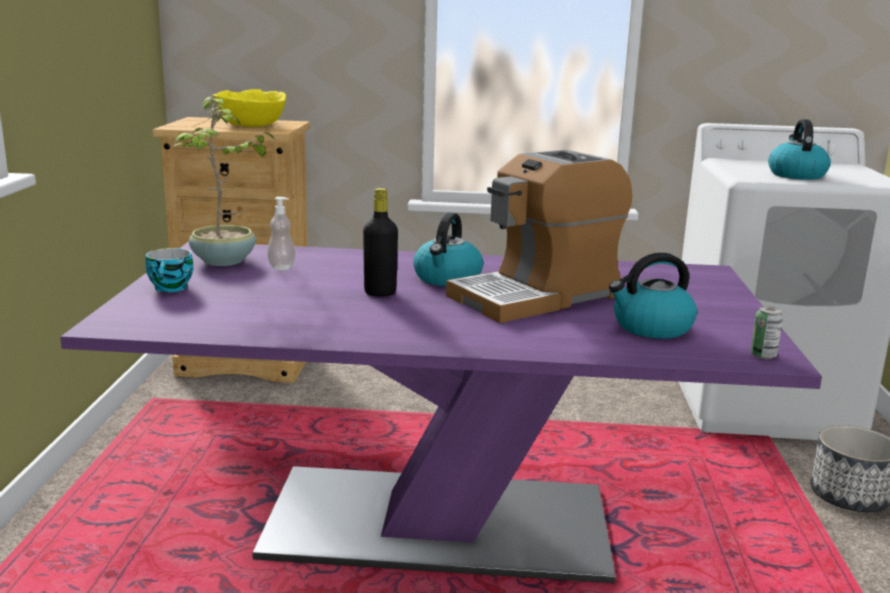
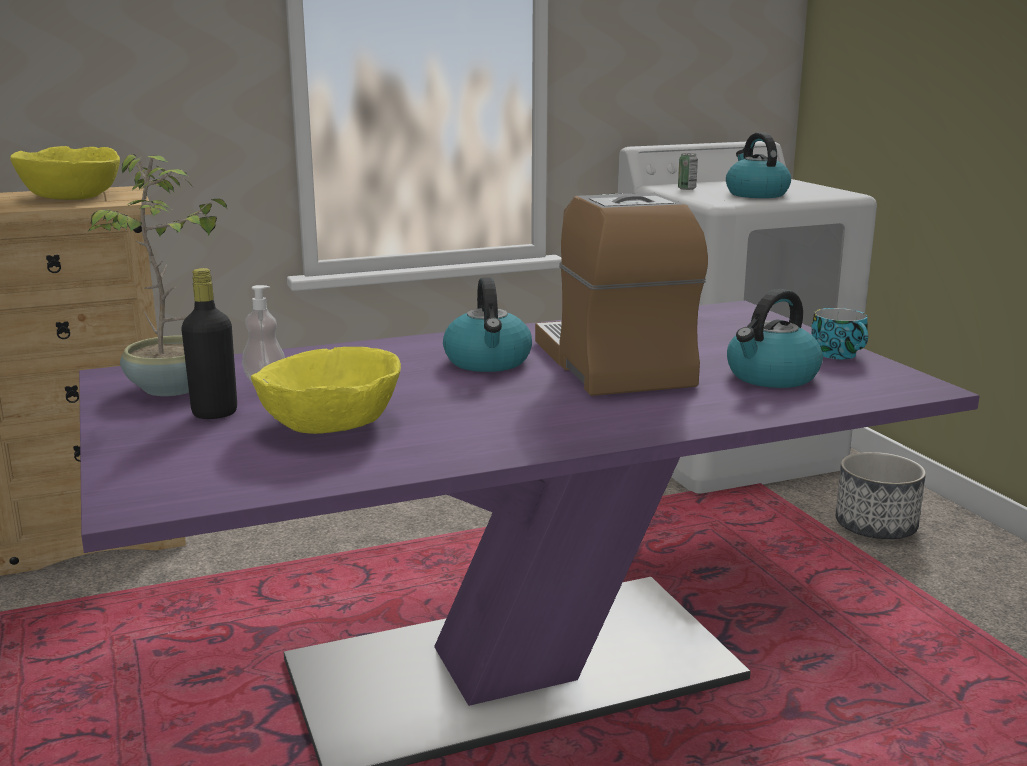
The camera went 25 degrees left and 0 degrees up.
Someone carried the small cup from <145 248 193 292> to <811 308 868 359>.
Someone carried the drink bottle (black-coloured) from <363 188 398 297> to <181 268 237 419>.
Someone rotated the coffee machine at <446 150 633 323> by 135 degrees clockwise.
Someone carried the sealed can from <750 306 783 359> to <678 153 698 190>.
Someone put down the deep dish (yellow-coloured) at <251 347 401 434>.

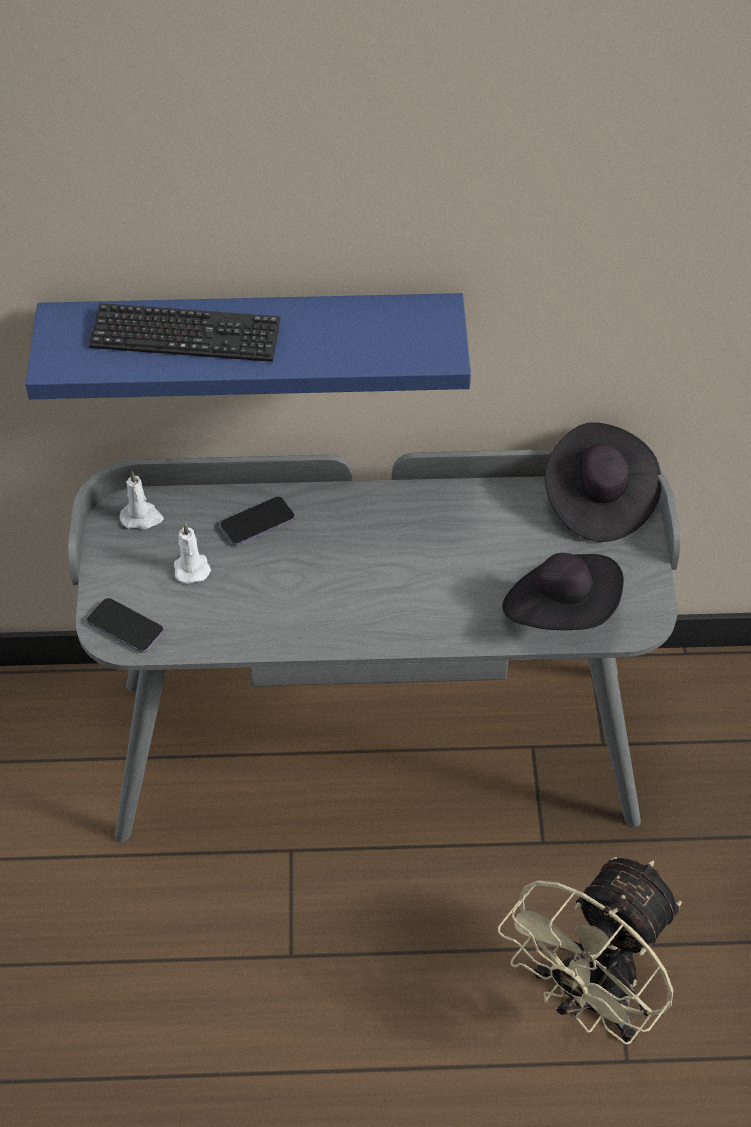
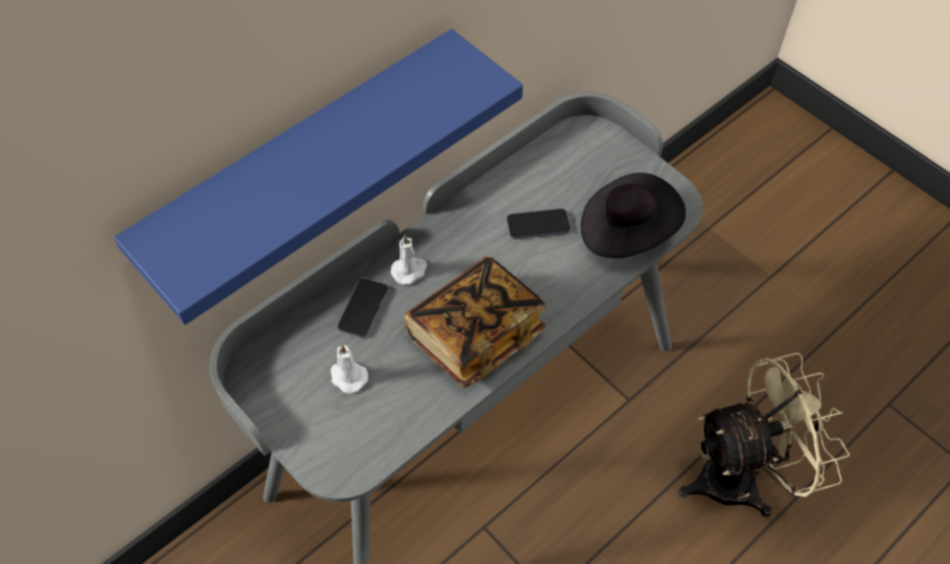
The camera went 40 degrees left and 5 degrees up.
Someone carried the telephone from <87 598 164 653> to <507 209 570 239>.
Someone took away the computer keyboard at <88 303 281 362>.
Someone carried the candle (whitish) from <120 471 164 529> to <391 234 427 284>.
Someone rotated the electric fan (beige) at <498 857 682 1044> by 105 degrees counterclockwise.
Someone took away the clothing hat (black-coloured) at <545 422 661 542>.
Someone put down the bound book at <404 257 546 387>.

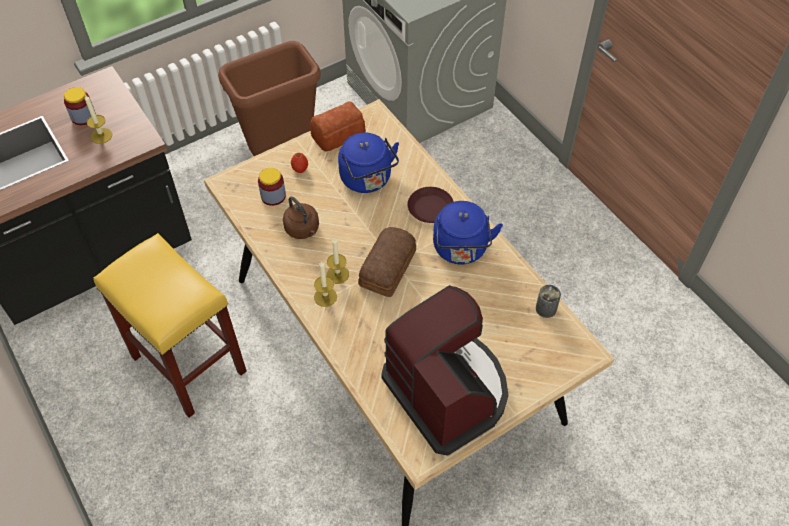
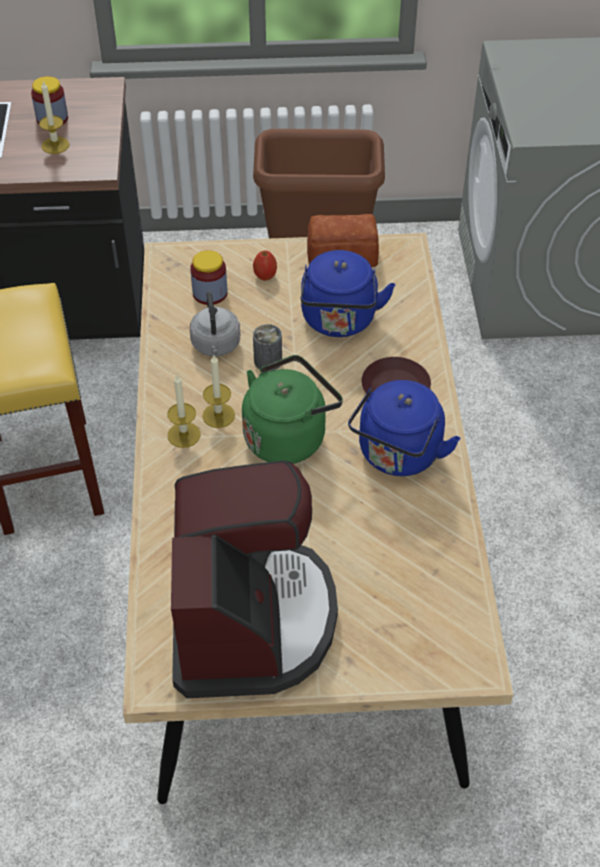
The camera went 30 degrees right and 5 degrees down.
Someone repainted the kettle (brown-coloured) at <283 196 319 239>, which became the kettle (greyish) at <190 291 240 356>.
Someone swapped the baked bread at <358 227 416 297> for the kettle (green-coloured) at <242 355 343 464>.
Someone carried the sealed can from <536 285 561 318> to <253 324 282 371>.

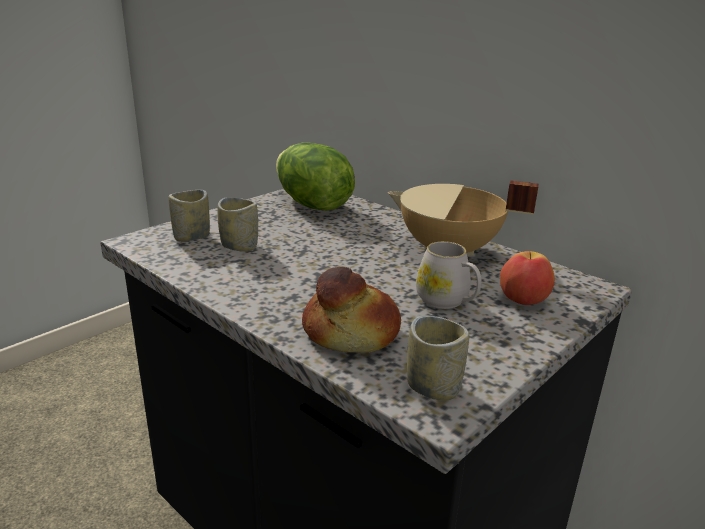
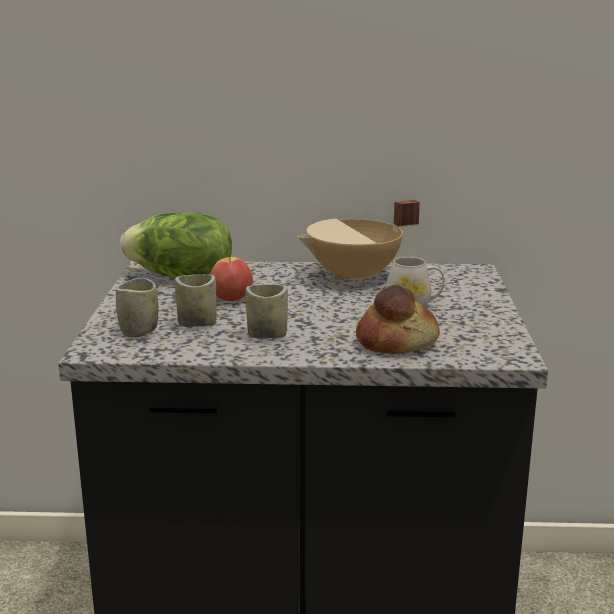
The camera went 40 degrees left and 5 degrees down.
Someone carried the small cup from <407 316 469 401> to <246 284 288 338>.
Someone carried the apple from <500 251 555 305> to <210 257 253 301>.

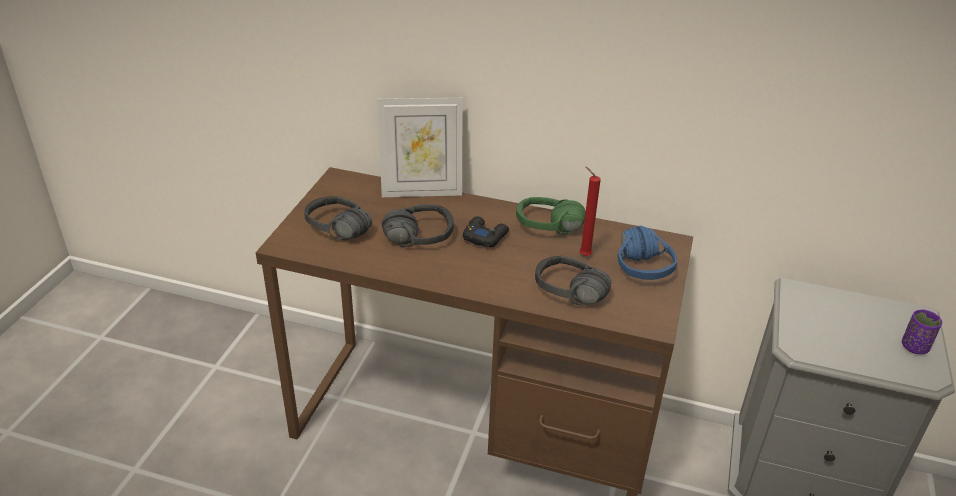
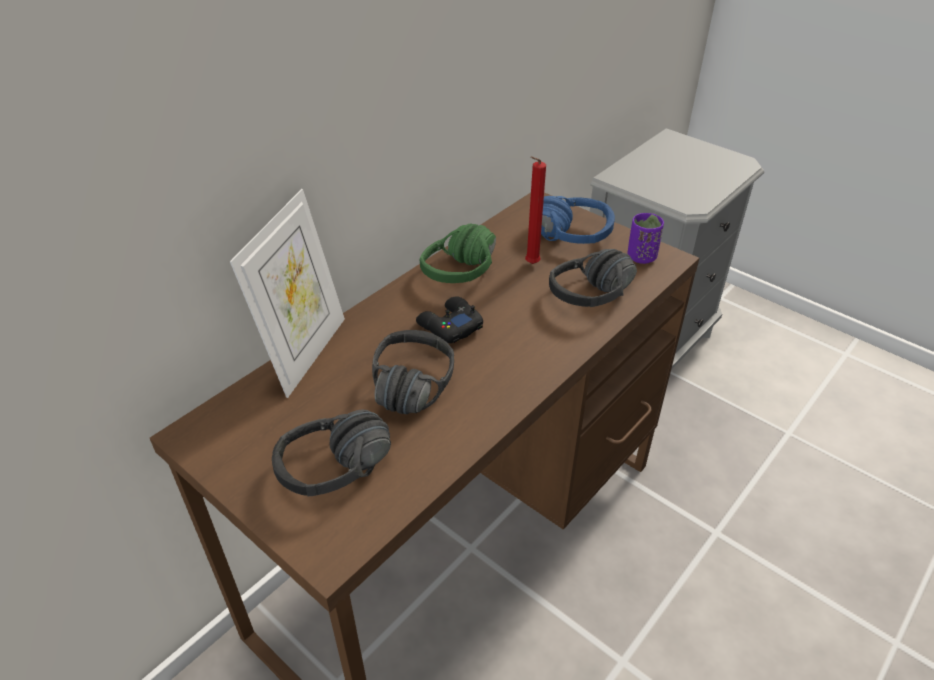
The camera went 65 degrees left and 5 degrees up.
Someone carried the small cup (purplish) from <902 309 942 354> to <627 213 664 264>.

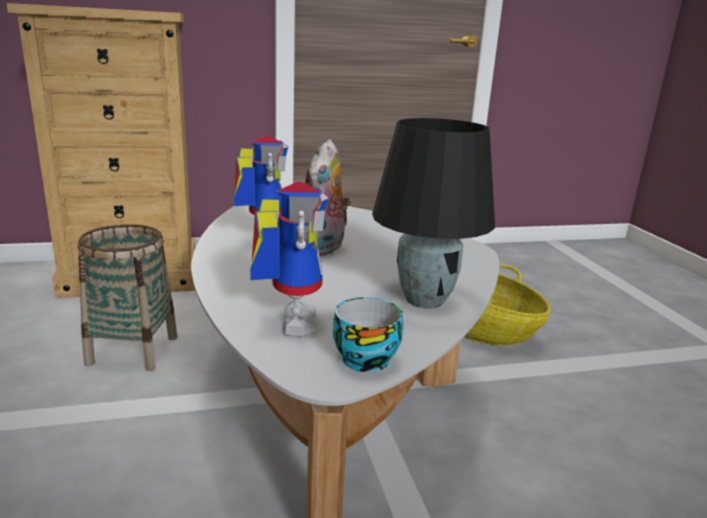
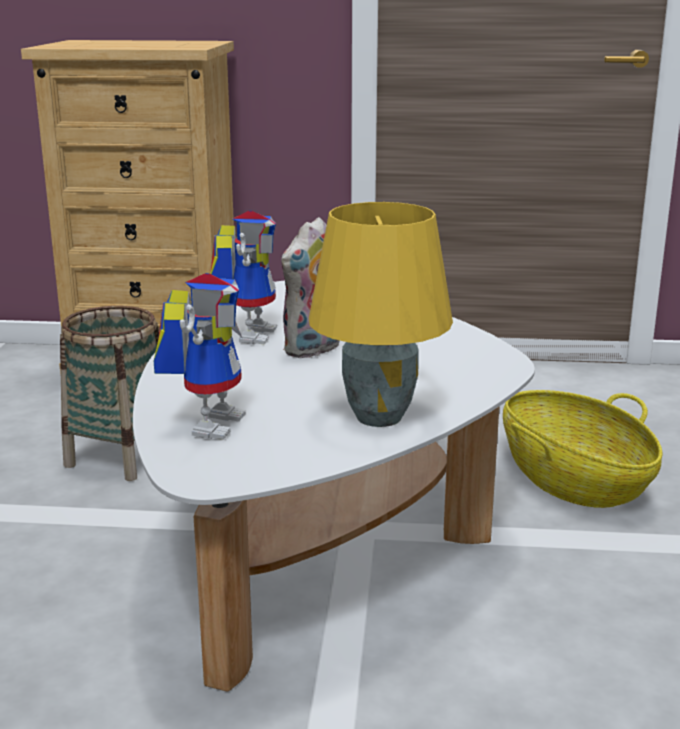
The camera went 20 degrees right and 0 degrees up.
Someone took away the small cup at <333 297 403 372>.
Someone repainted the tabletop lamp (black-coloured) at <372 118 495 308>, which became the tabletop lamp (yellow-coloured) at <309 202 453 427>.

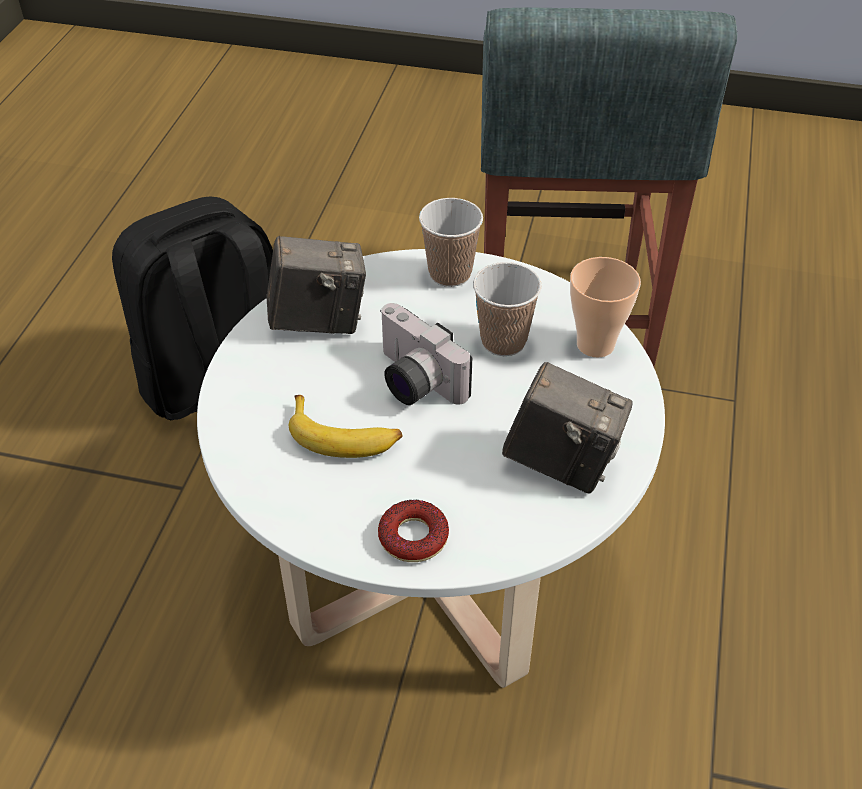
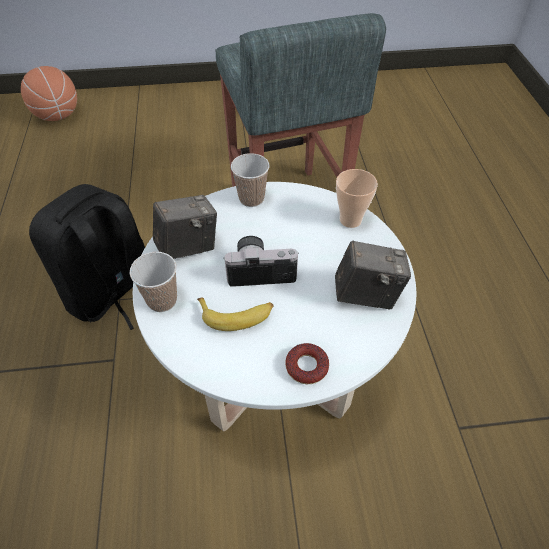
The camera went 20 degrees left and 5 degrees up.
Someone rotated the photo camera at <380 303 472 405> by 150 degrees clockwise.
Someone carried the small cup from <473 262 542 356> to <130 252 177 312>.
Someone put down the ball for basketball at <21 66 77 121>.

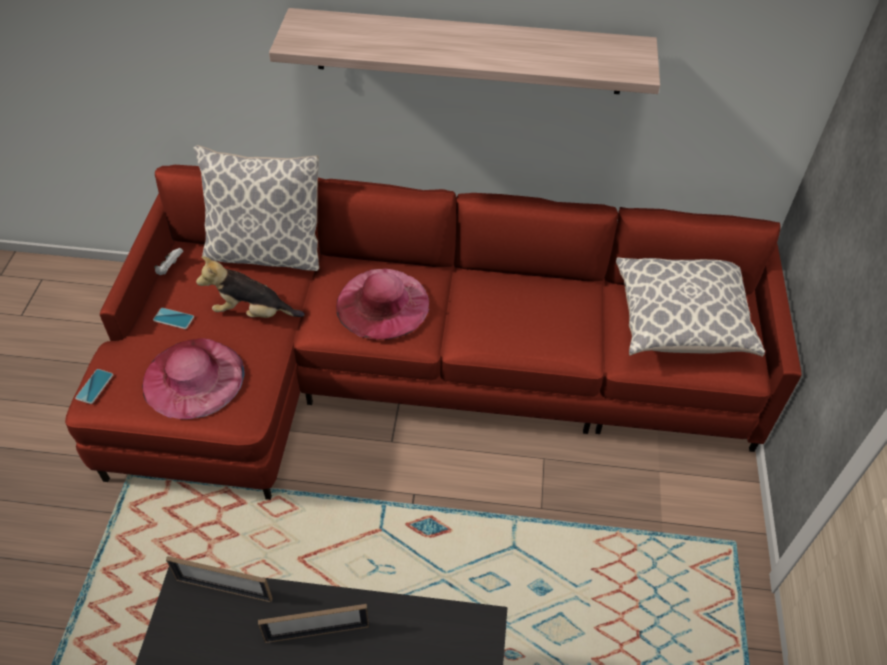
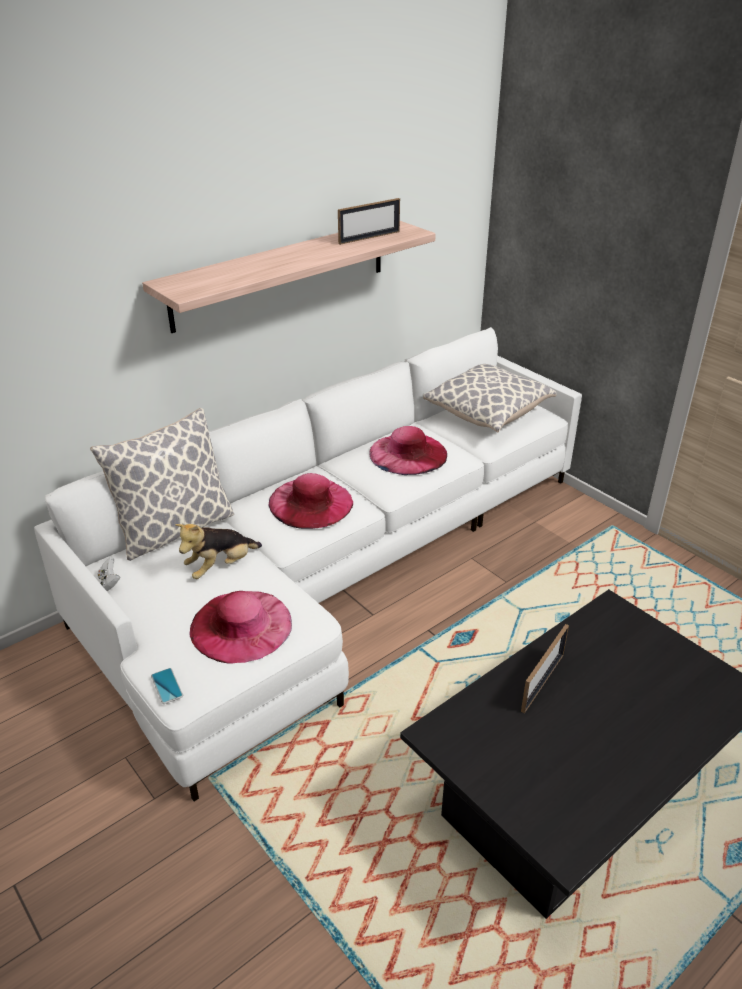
The camera went 45 degrees left and 15 degrees down.
Someone repainted the settee (red-coloured) at <65 165 802 500>, which became the settee (whitish) at <34 327 582 801>.
Someone took away the telephone at <153 308 194 329>.
Someone carried the photo frame from <166 556 273 602> to <338 198 400 245>.
Someone put down the clothing hat (pink) at <369 426 447 475>.

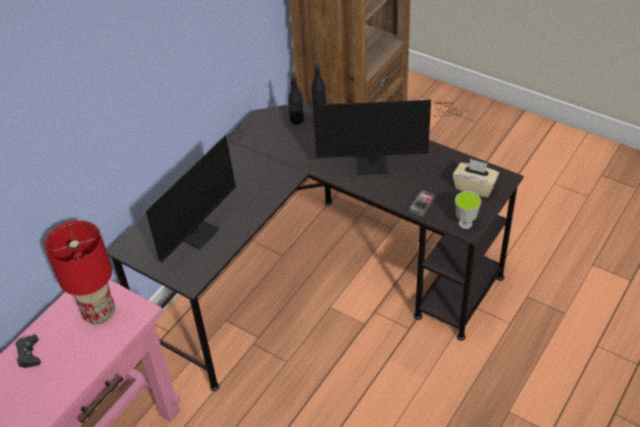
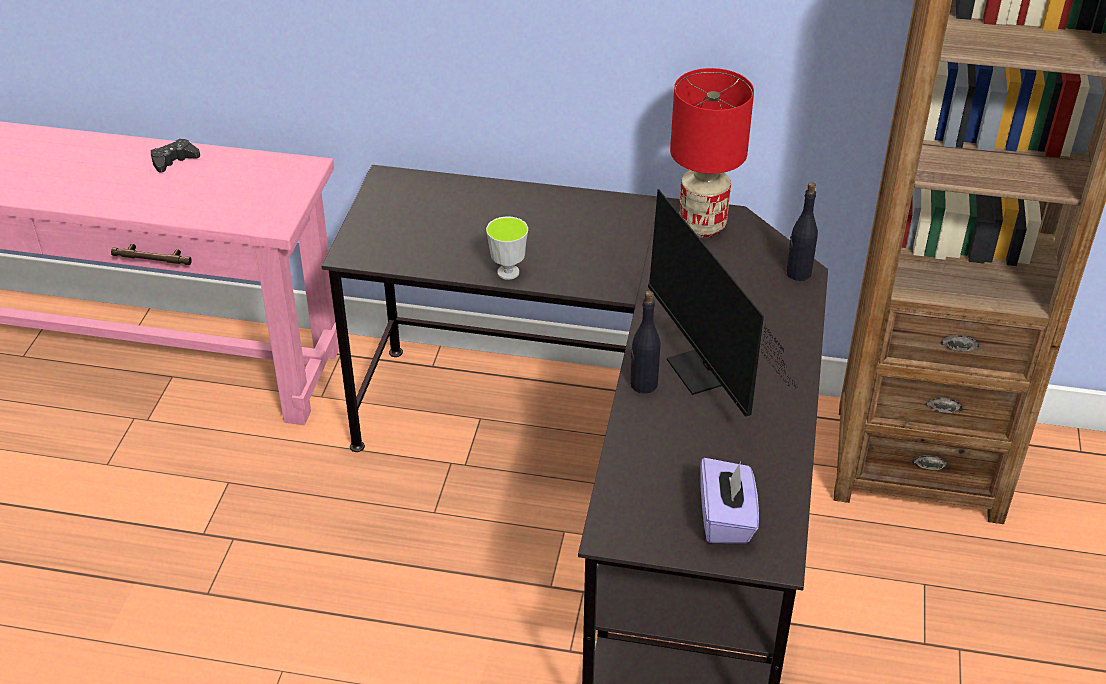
The camera went 65 degrees right and 5 degrees down.
Someone carried the tabletop lamp (red-coloured) from <45 220 115 324> to <670 68 754 238>.
Someone took away the monitor at <146 124 252 262>.
Someone carried the drink bottle (black-coloured) from <288 72 304 125> to <630 291 661 394>.
Someone took away the telephone at <409 190 435 216>.
Someone repainted the tissue holder (beige) at <453 158 499 197>, which became the tissue holder (purplish) at <700 458 759 543>.
Someone carried the small cup from <455 191 481 229> to <486 217 528 280>.

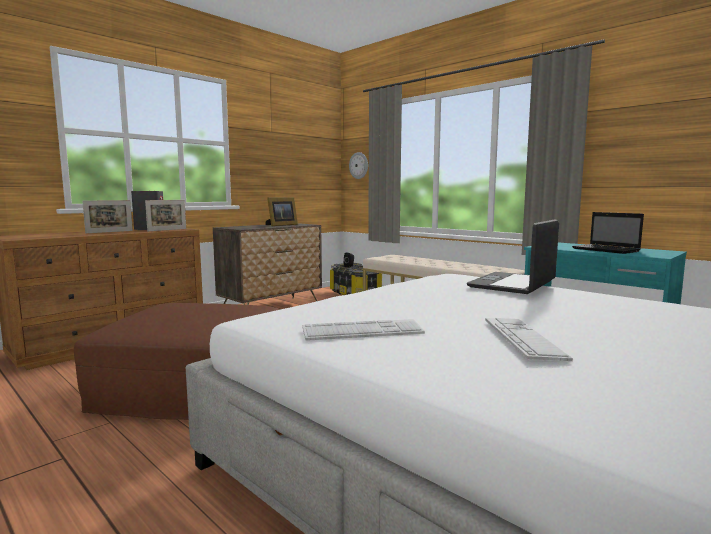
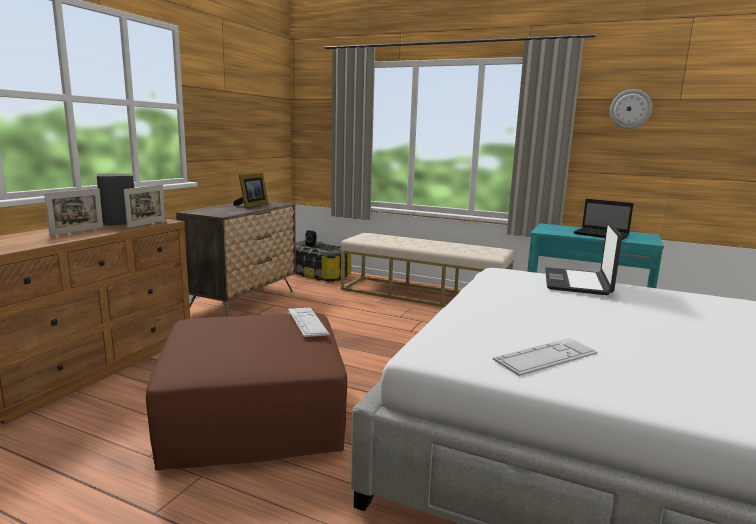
The camera went 20 degrees left and 5 degrees up.
Someone carried the wall clock from <349 152 368 179> to <610 89 652 129>.
Someone carried the computer keyboard from <485 318 573 361> to <288 308 329 337>.

